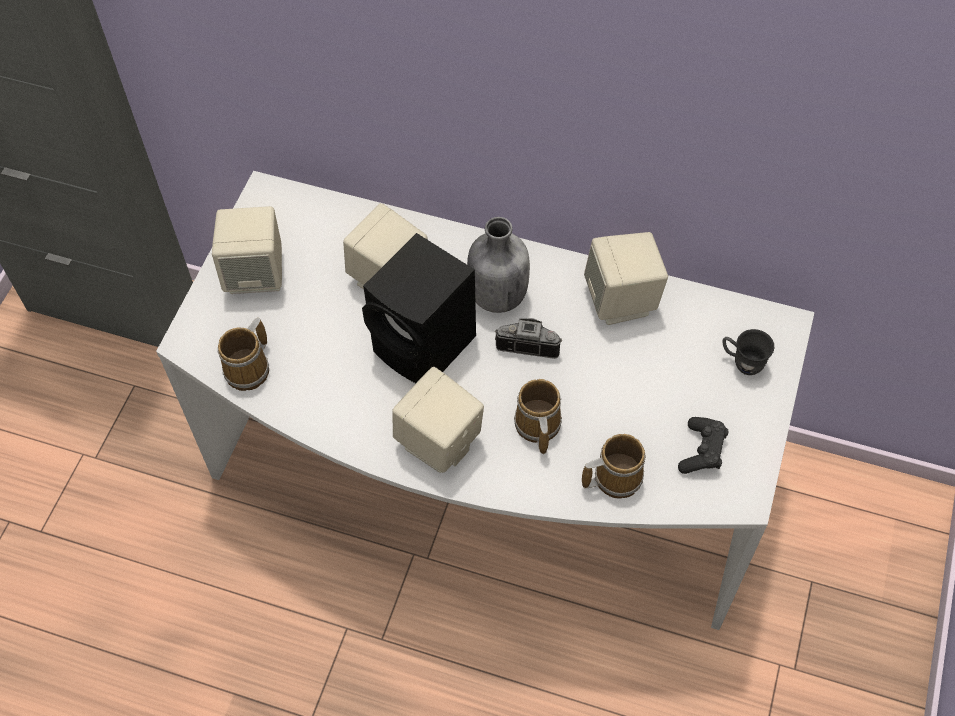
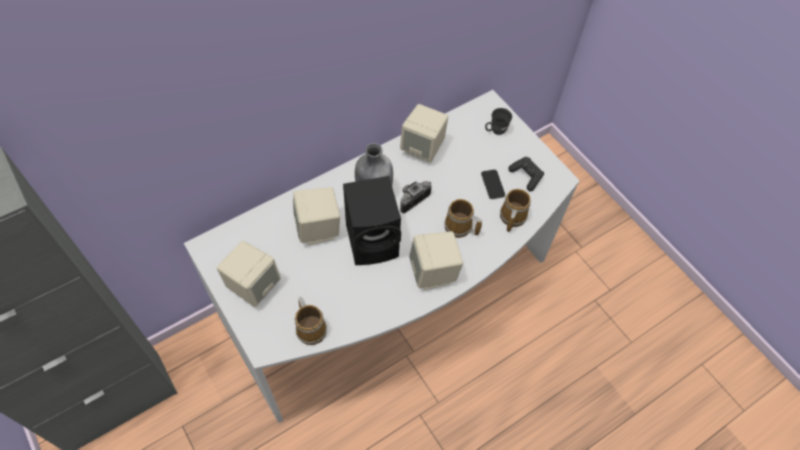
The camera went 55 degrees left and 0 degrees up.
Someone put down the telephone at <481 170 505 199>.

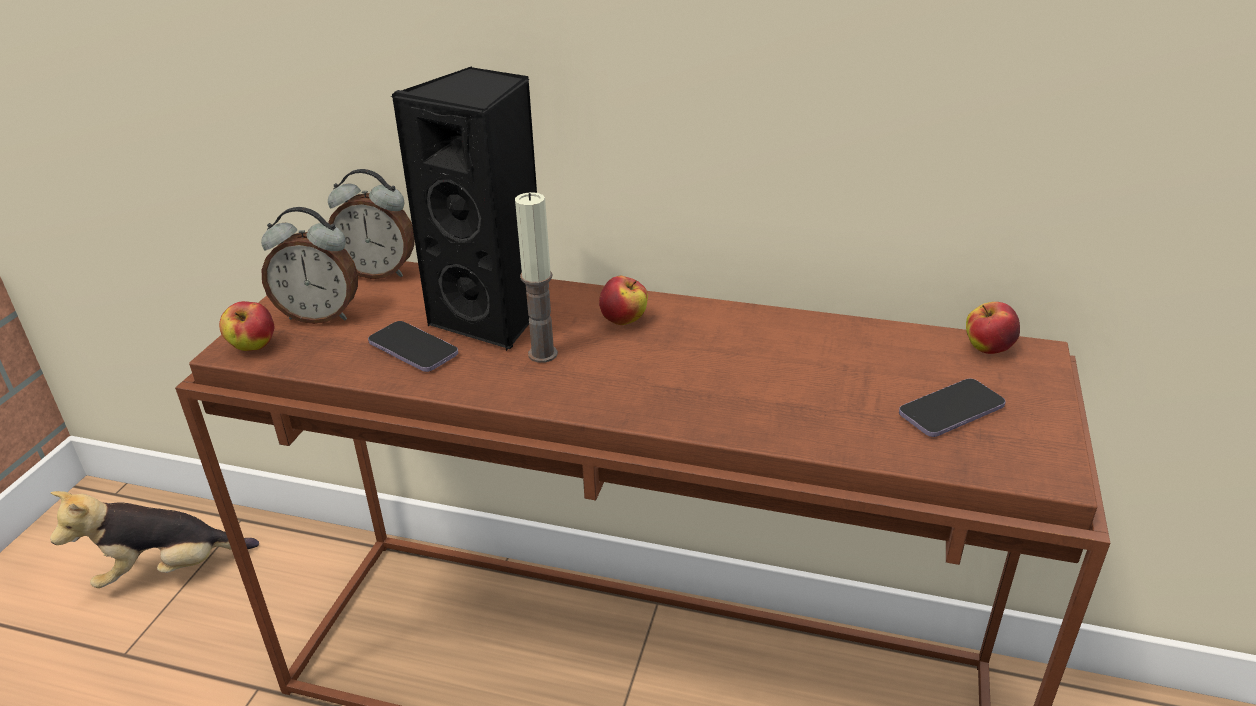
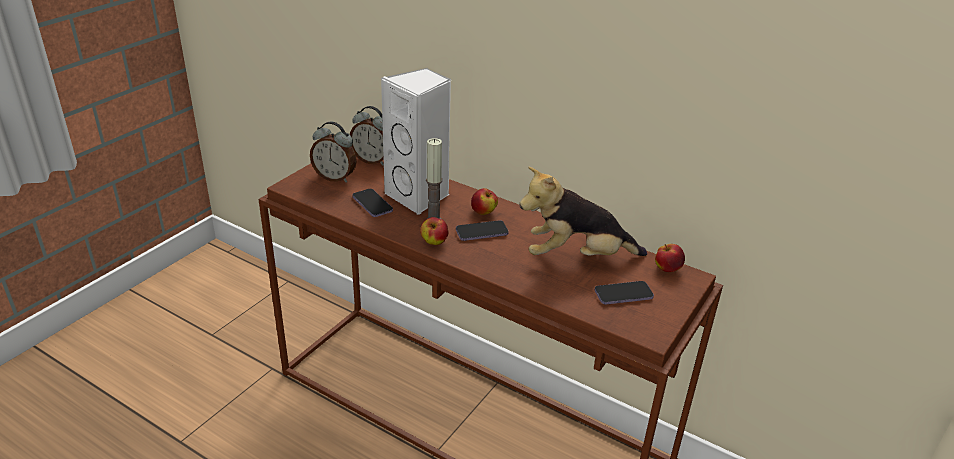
The camera went 15 degrees right and 0 degrees up.
Someone carried the cuddly toy from <50 491 259 588> to <520 167 647 256>.
Someone carried the apple from <219 301 274 351> to <420 217 449 245>.
Someone repainted the loudspeaker (black-coloured) at <391 66 537 351>, which became the loudspeaker (whitish) at <381 68 451 215>.
Someone put down the telephone at <456 220 508 241>.

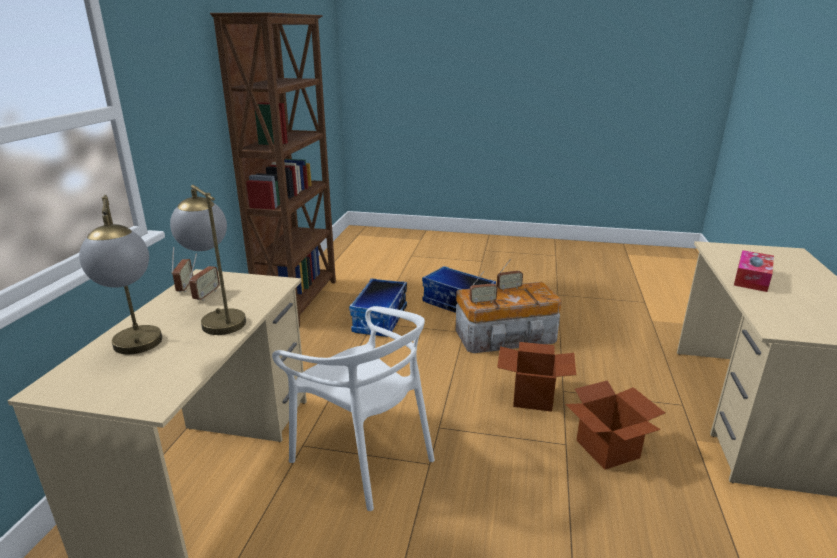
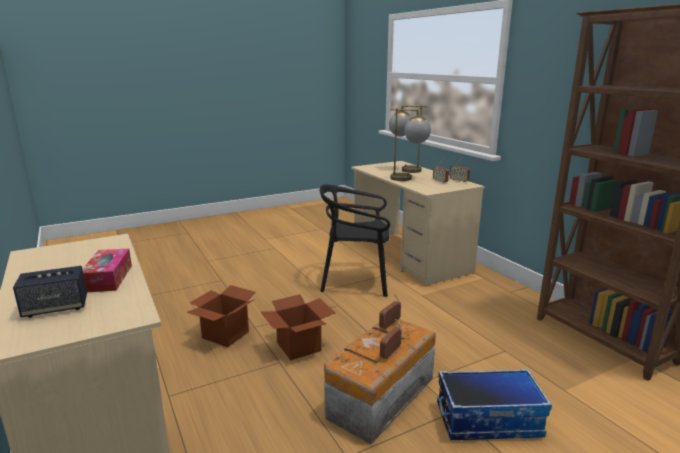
The camera went 140 degrees right and 5 degrees down.
Someone repainted the upright chair (whitish) at <272 306 435 511>, which became the upright chair (black-coloured) at <320 184 390 297>.
Someone took away the storage container at <349 278 407 337>.
Someone put down the loudspeaker at <13 266 87 318>.

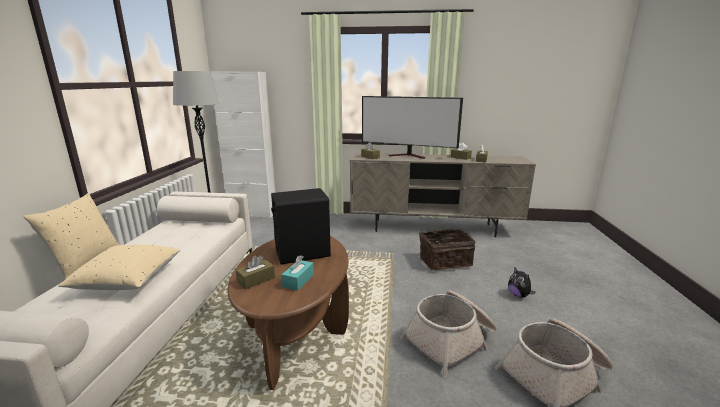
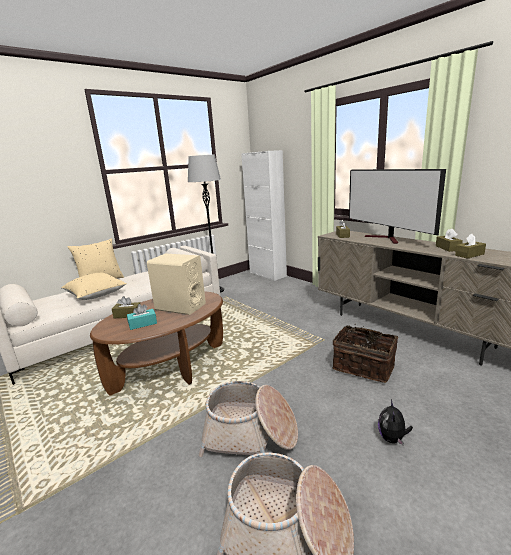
The camera went 45 degrees right and 0 degrees up.
Someone repainted the loudspeaker (black-coloured) at <271 188 331 264>, which became the loudspeaker (beige) at <147 254 206 315>.

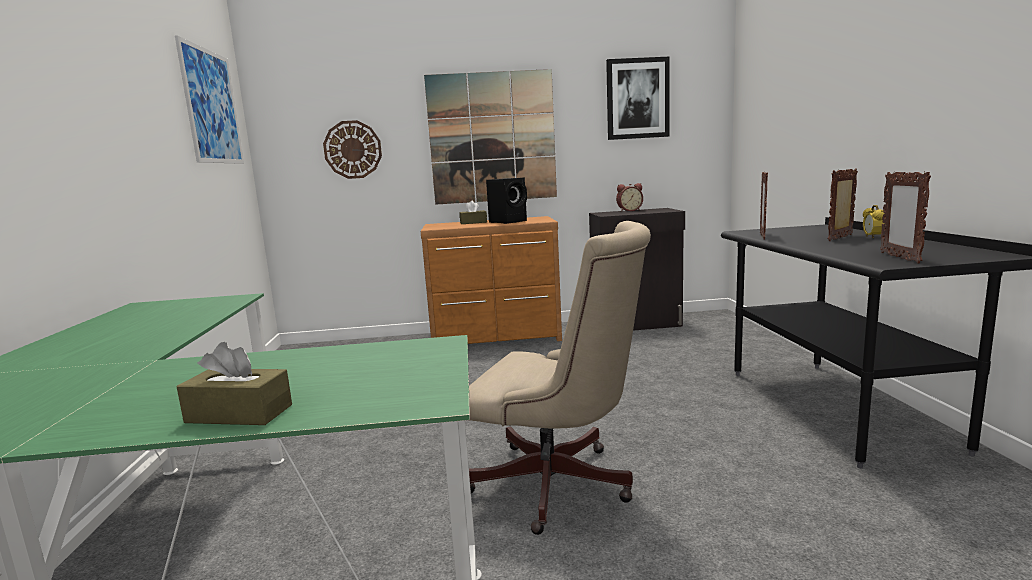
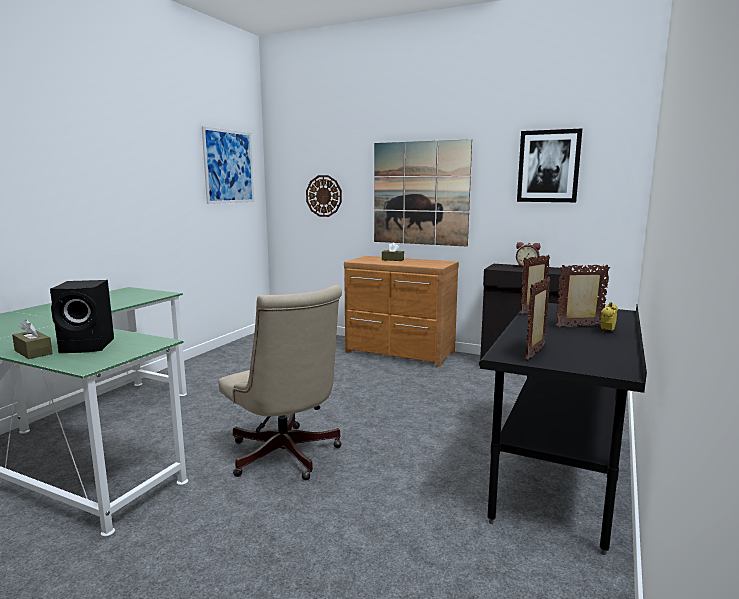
The camera went 30 degrees right and 0 degrees up.
Someone carried the loudspeaker (black-coloured) from <486 177 527 224> to <50 280 114 353>.

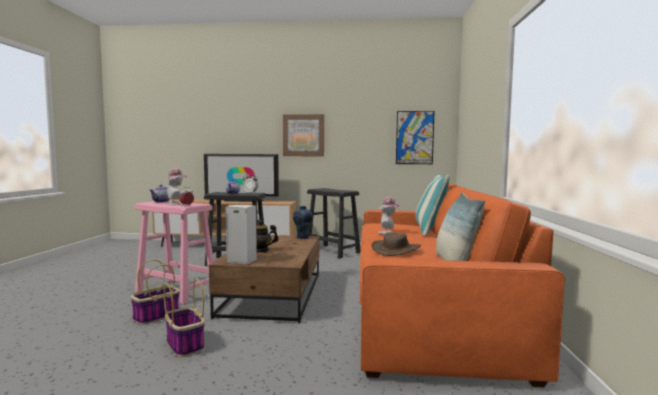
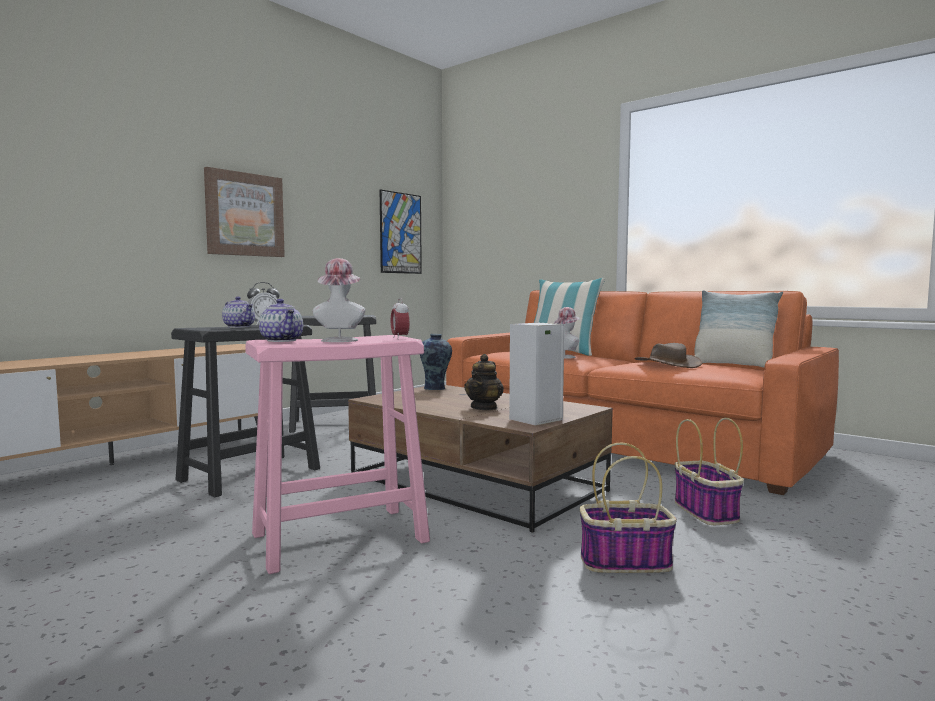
The camera went 55 degrees left and 0 degrees up.
Someone carried the basket from <130 260 180 325> to <675 418 744 525>.
Someone took away the television at <204 154 279 202>.

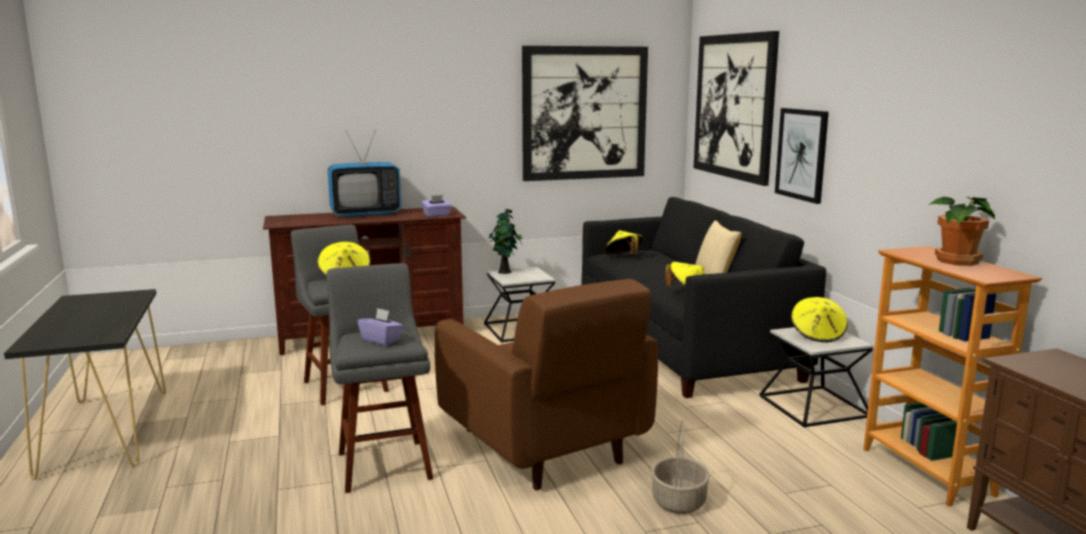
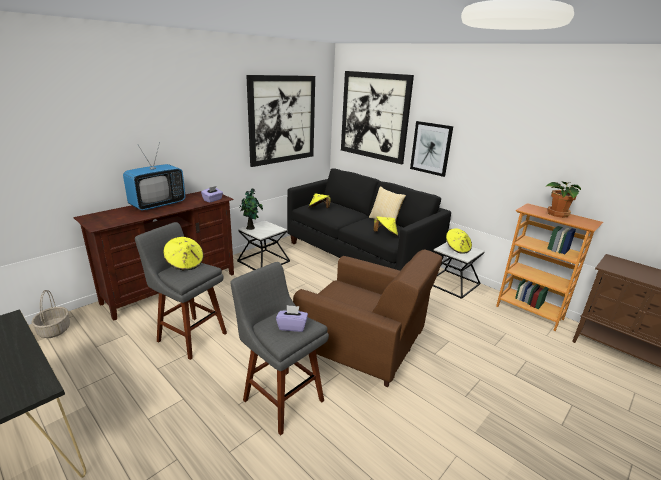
The camera went 30 degrees left and 10 degrees up.
Someone carried the basket from <651 420 710 514> to <31 290 70 338>.

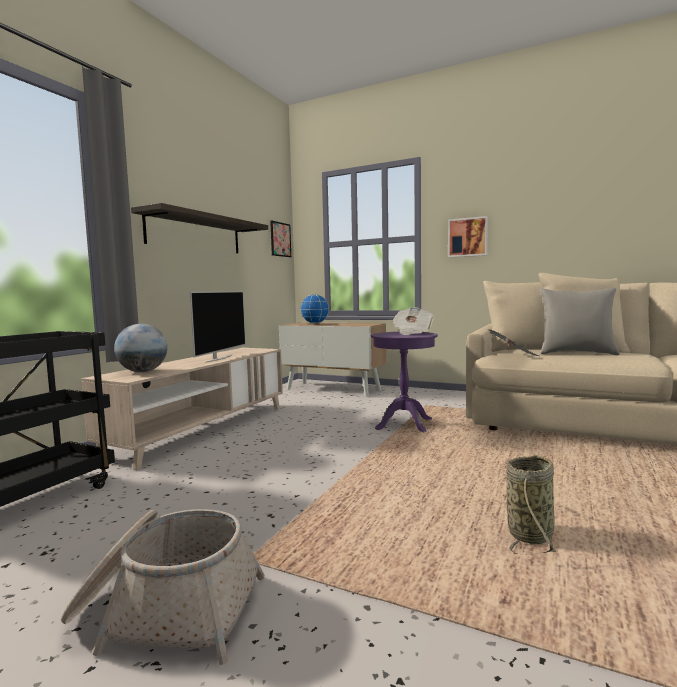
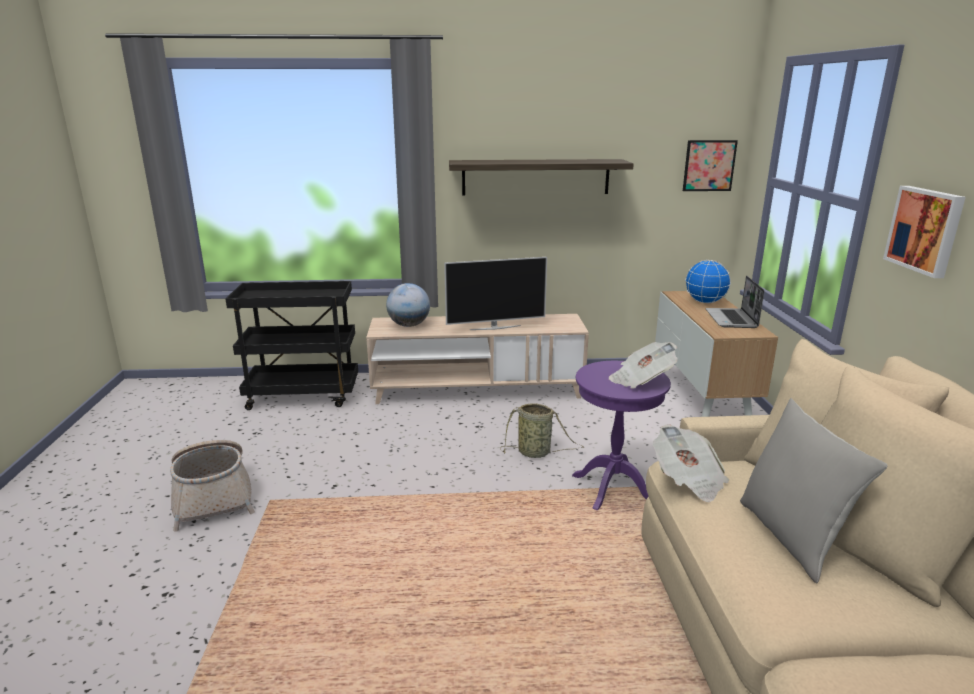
The camera went 60 degrees right and 15 degrees up.
Someone carried the basket from <506 455 556 555> to <500 403 584 458>.
Someone put down the notebook computer at <705 276 764 328>.

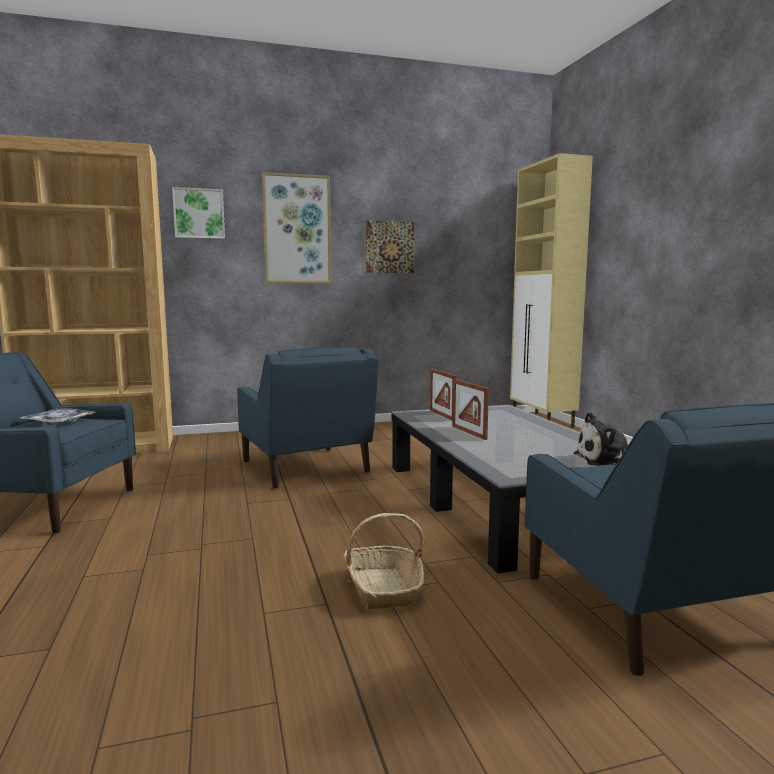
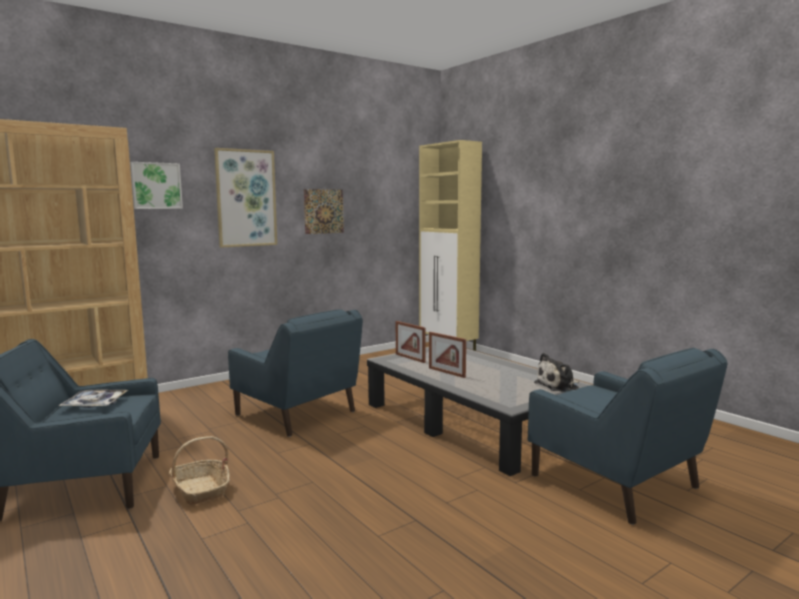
The camera went 20 degrees left and 0 degrees up.
Someone carried the basket from <343 513 424 609> to <169 436 230 505>.

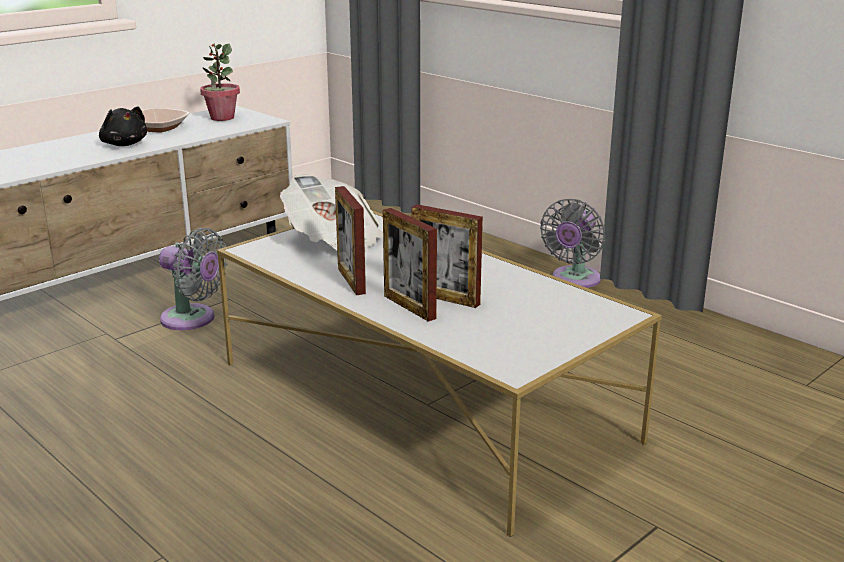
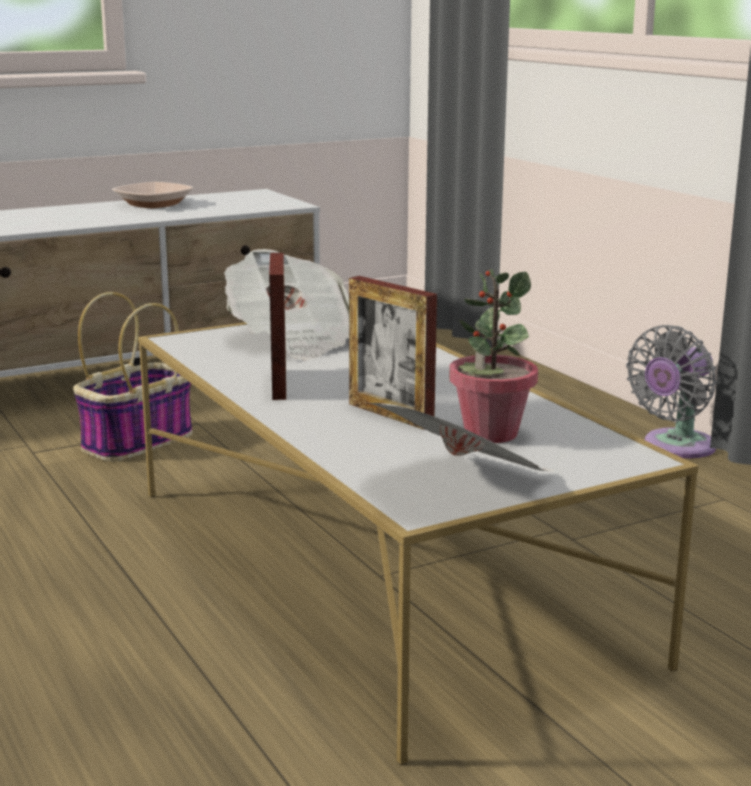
The camera went 15 degrees right and 5 degrees down.
Someone took away the cuddly toy (black-coloured) at <99 106 147 146>.
Someone swapped the electric fan (greyish) at <159 228 227 330> for the basket at <73 292 193 462>.
Someone carried the plant in a pot from <200 44 240 121> to <449 269 538 443>.
Someone took away the photo frame at <383 208 437 322>.
Someone put down the printed paper at <367 403 554 471>.

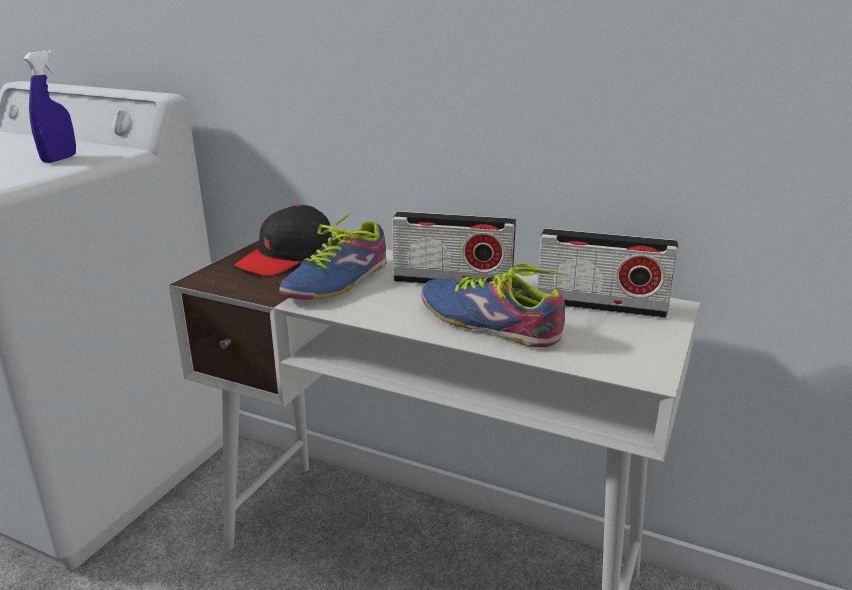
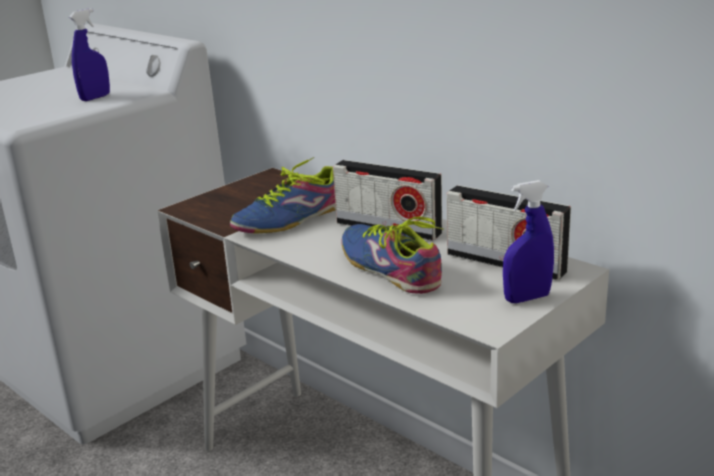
The camera went 20 degrees right and 0 degrees up.
Someone took away the peaked cap (black-coloured) at <234 204 332 277>.
Someone put down the sprayer (bluish) at <503 180 554 303>.

